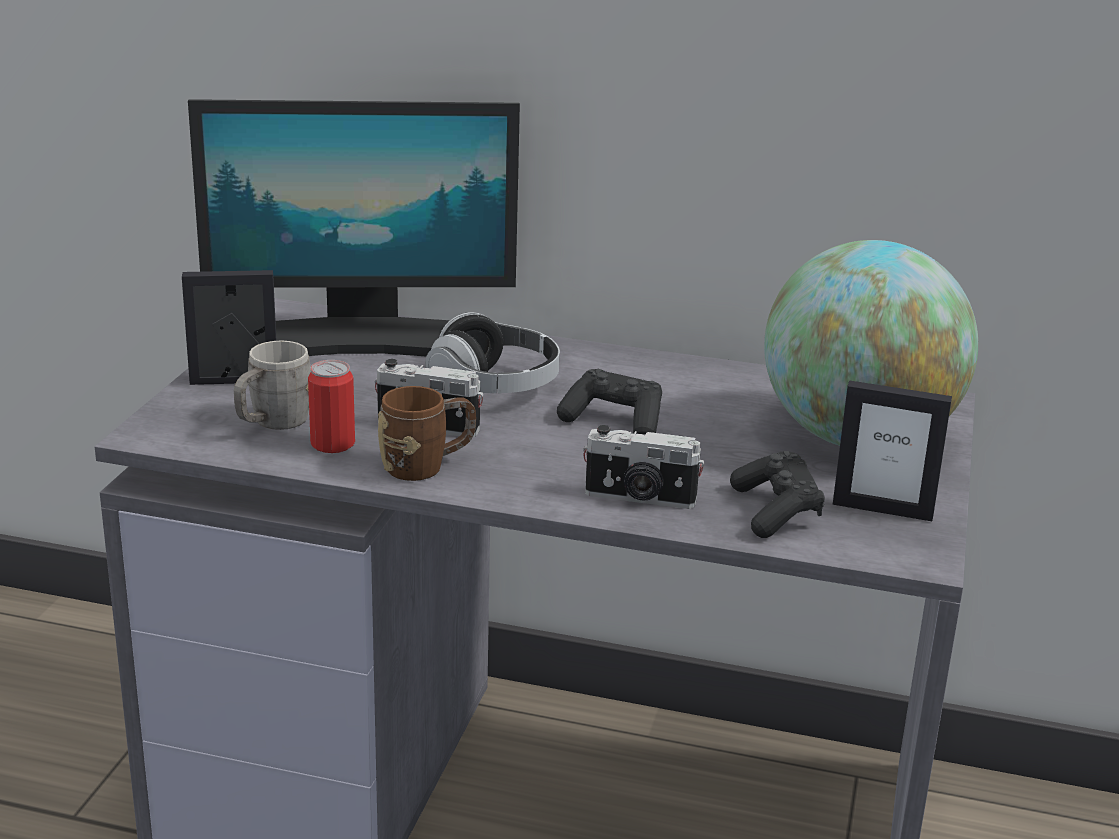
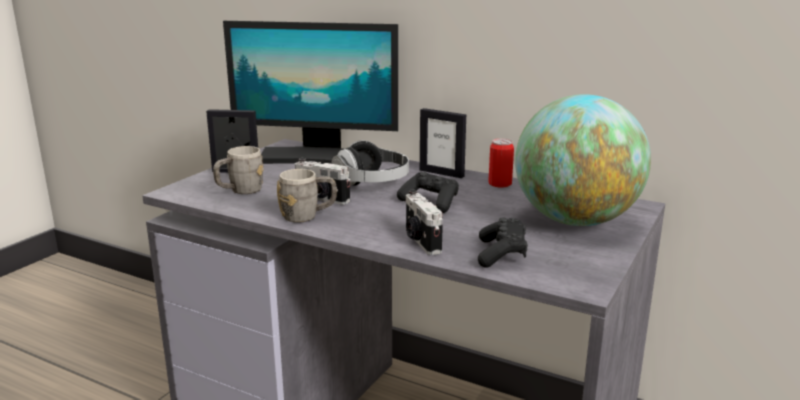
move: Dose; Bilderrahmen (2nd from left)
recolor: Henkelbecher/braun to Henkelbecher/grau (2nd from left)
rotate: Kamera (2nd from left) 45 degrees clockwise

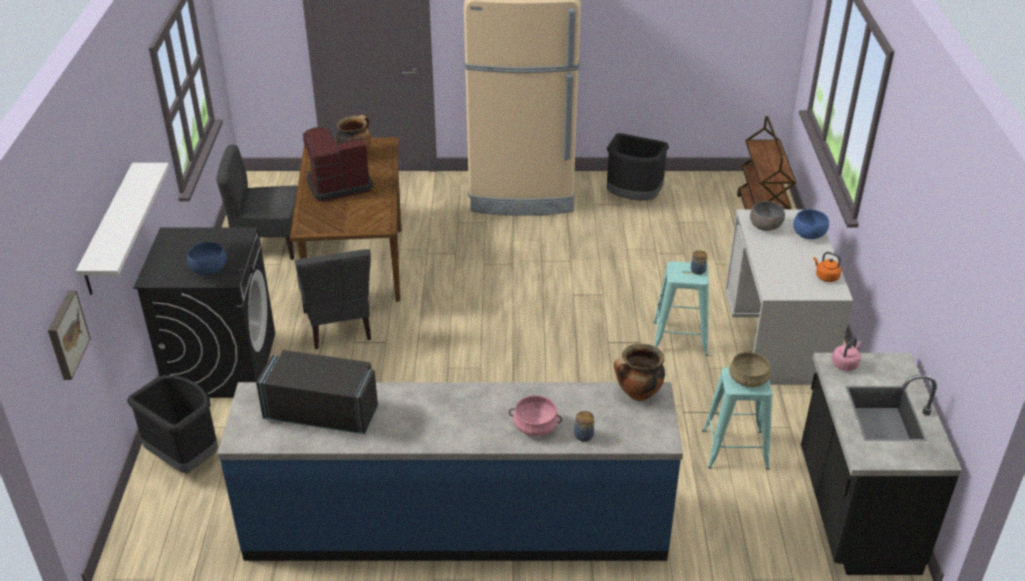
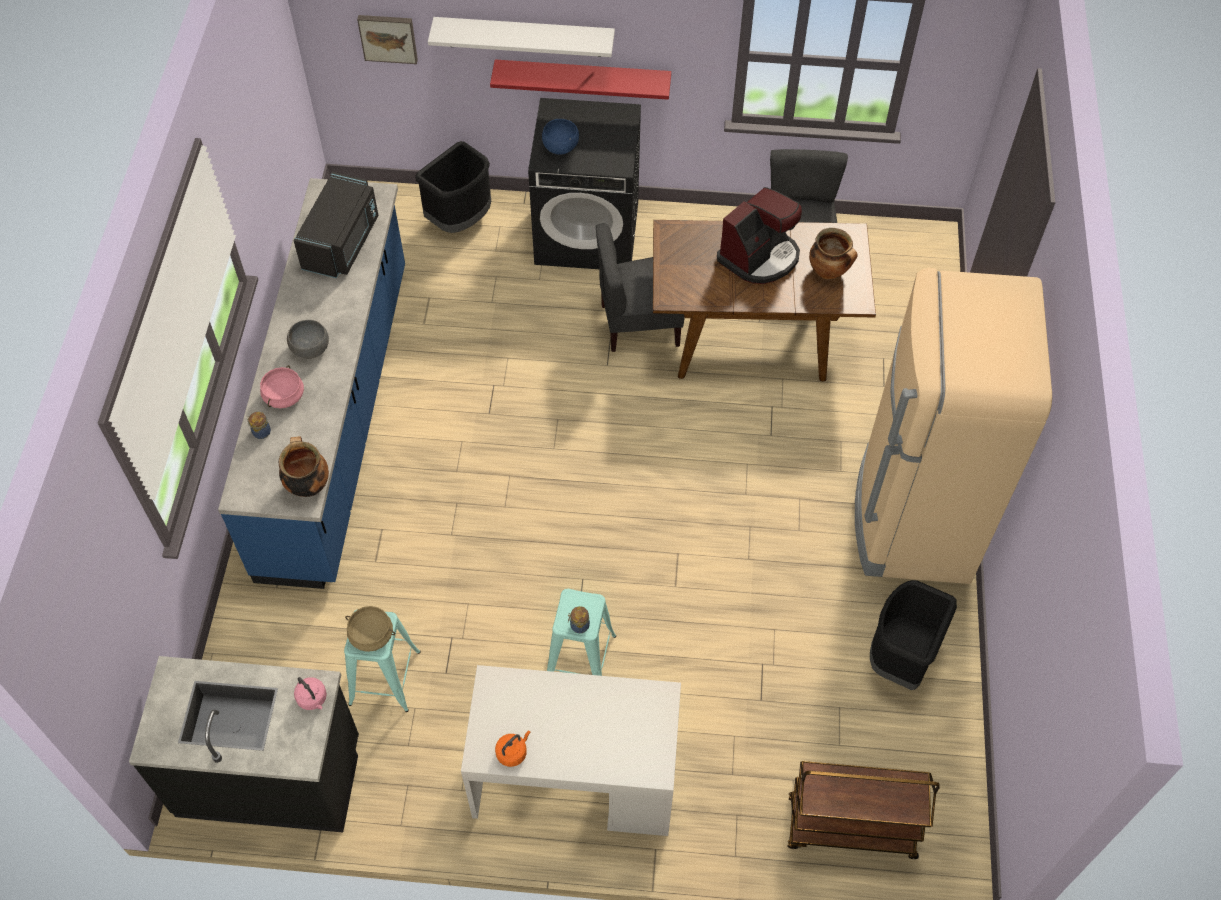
delete: Schüssel/blau (2nd from left)
insert: Wandregal/rot
move: Schüssel/grau
rotate: Kaffeemaschine 60 degrees clockwise

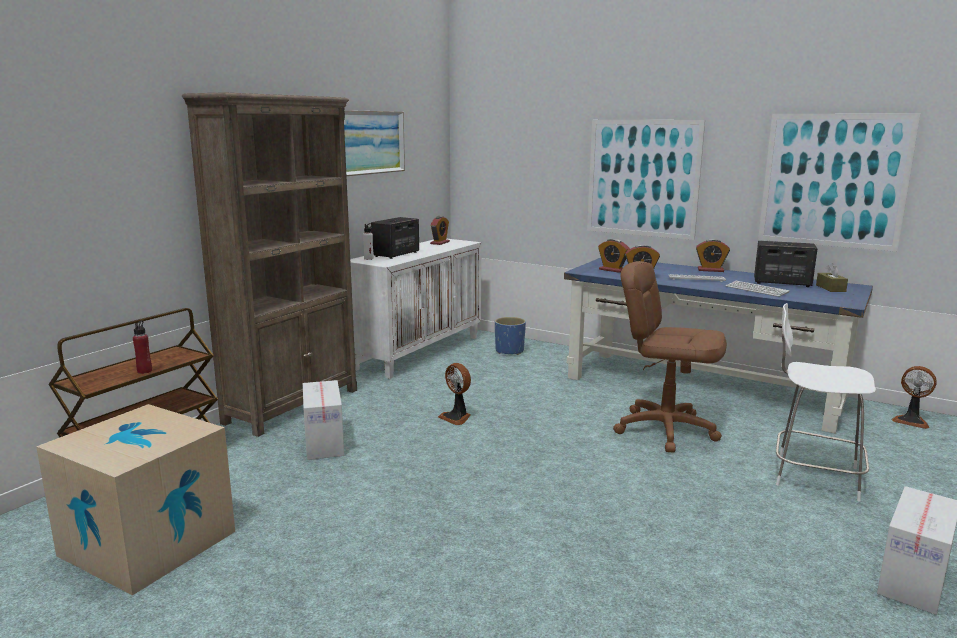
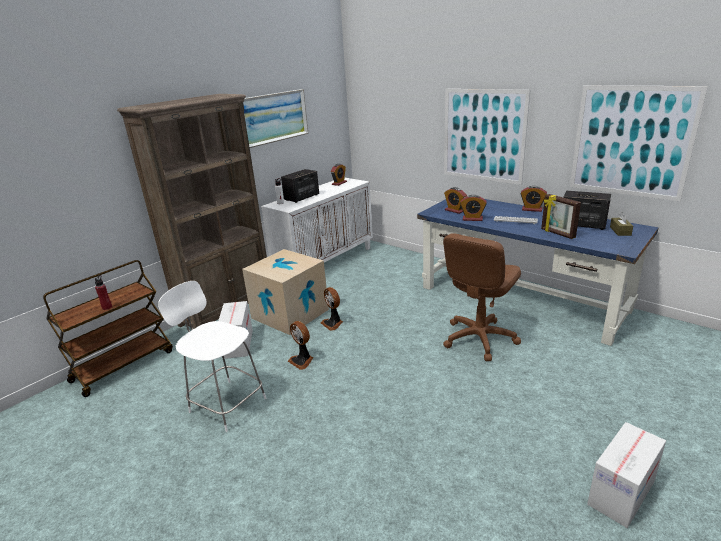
delete: Pflanzkübel/blau
move: Stuhl/weiß; Ventilator (2nd from left in the first image) to Ventilator (1st from left); Karton (1st from left in the first image) to Karton (2nd from left)
replace: Tastatur (2nd from left) to Bilderrahmen
rotate: Bürostuhl/braun 90 degrees counterclockwise

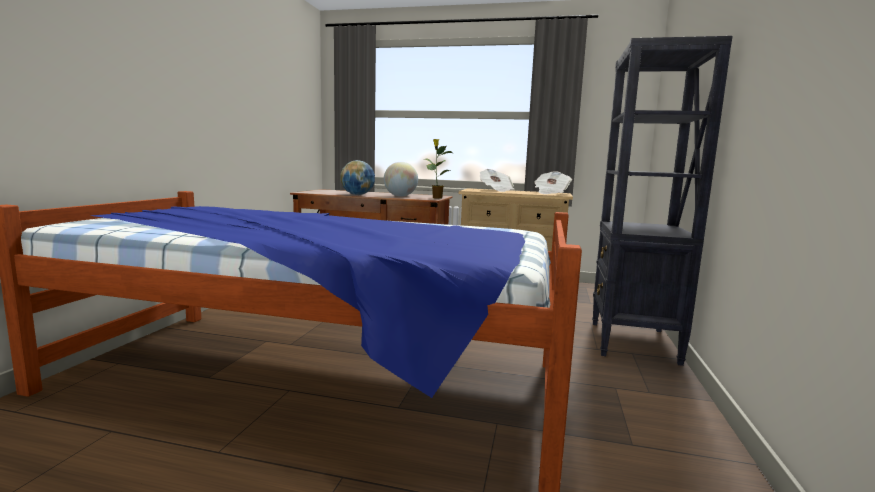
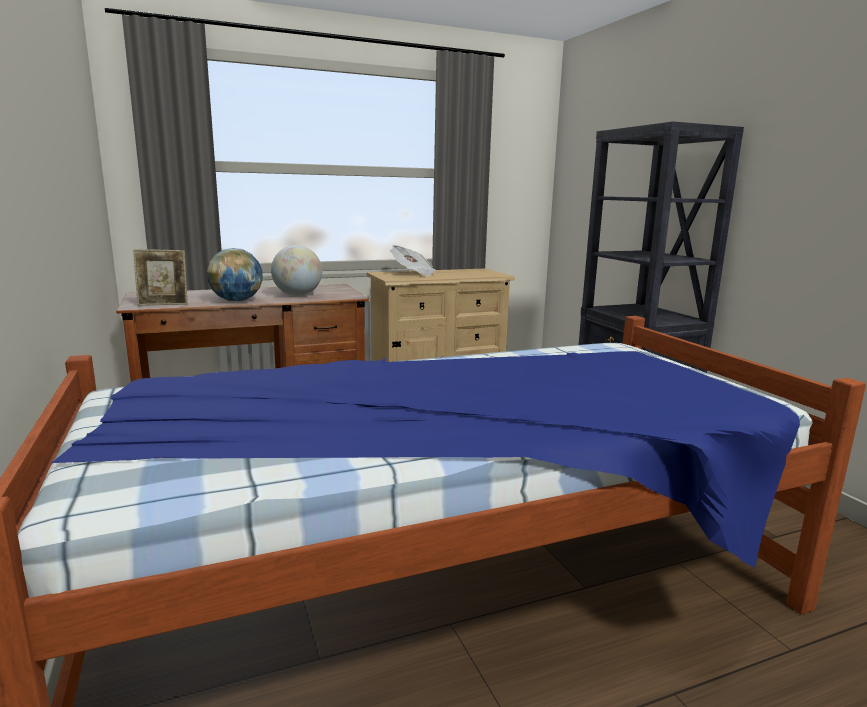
delete: Topfpflanze; Zeitung (2nd from left)
insert: Bilderrahmen

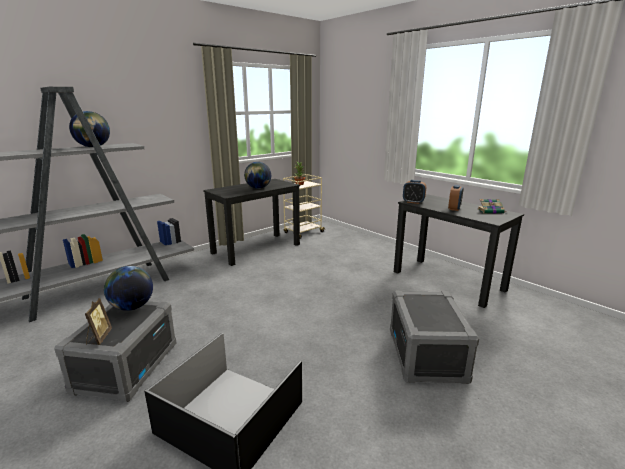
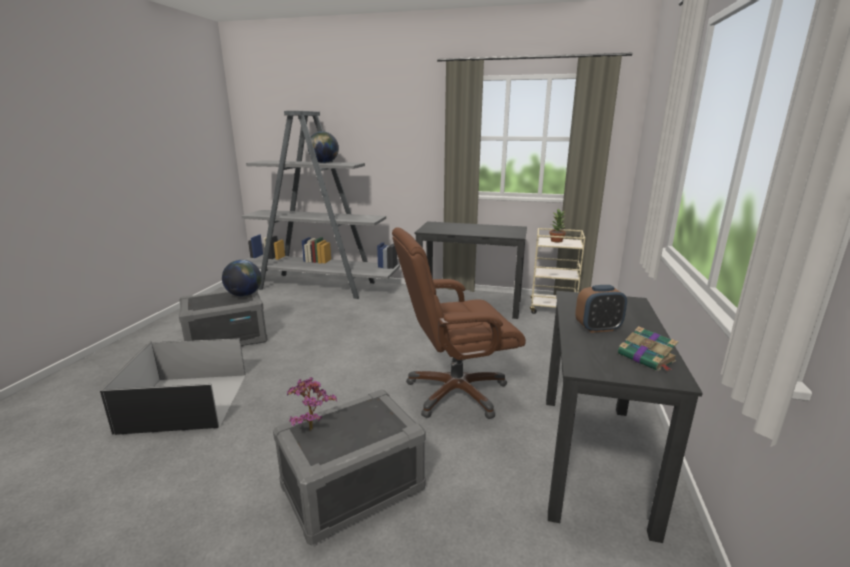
delete: Globus (3rd from left); Wecker (1st from left); Bilderrahmen
insert: Bürostuhl/braun; Topfpflanze (1st from left)

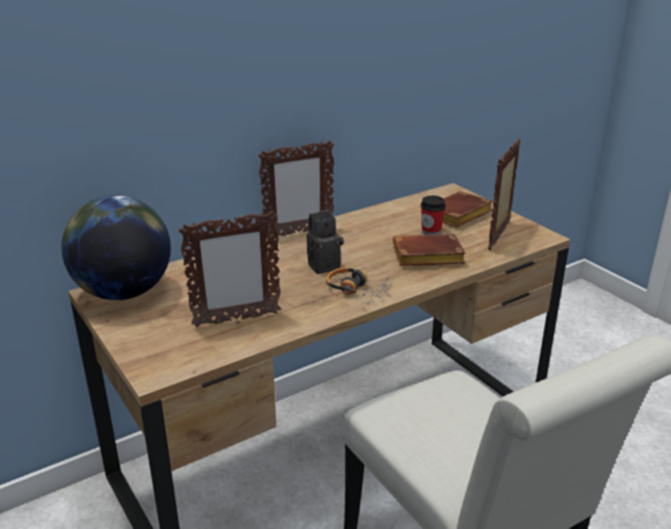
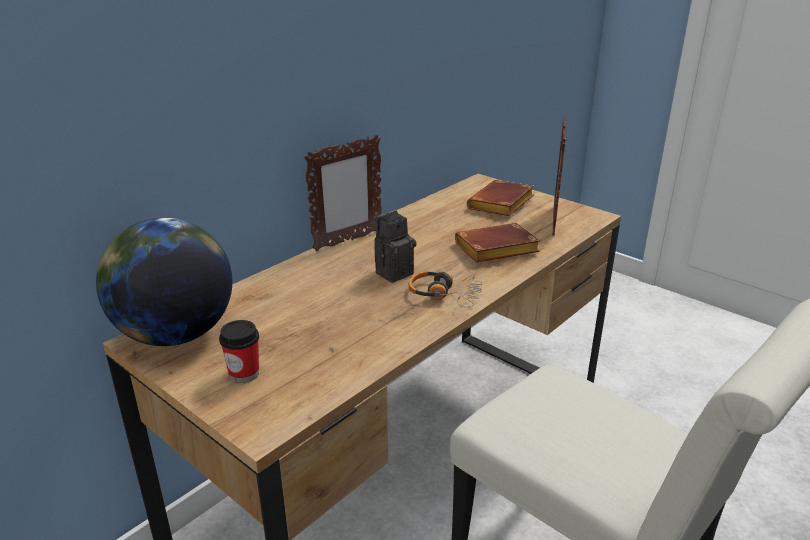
delete: Bilderrahmen (1st from left)
move: Tasse

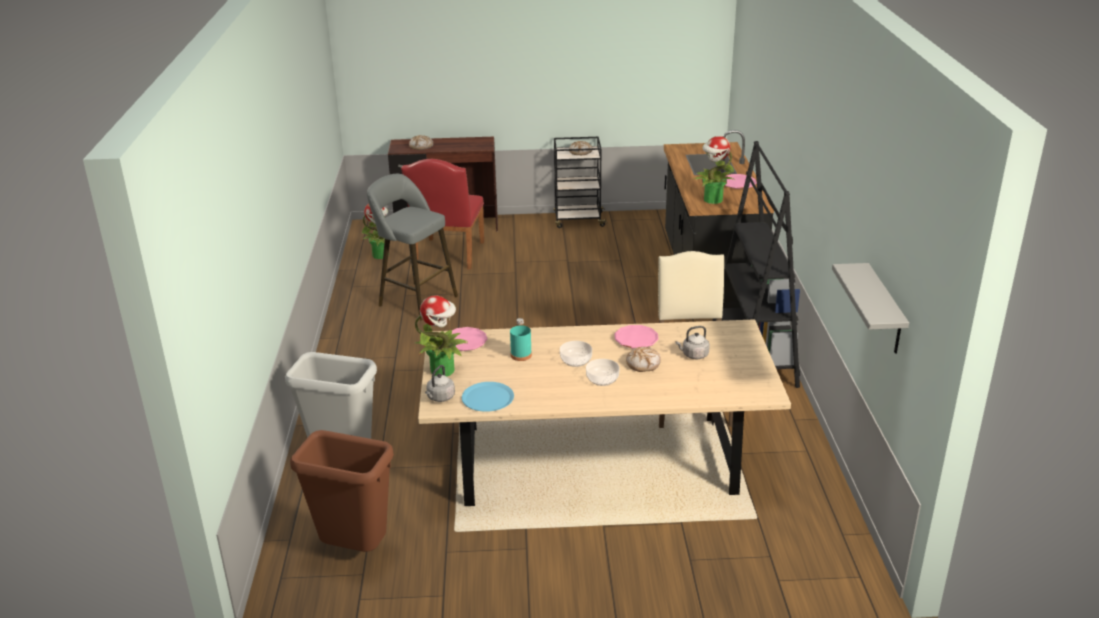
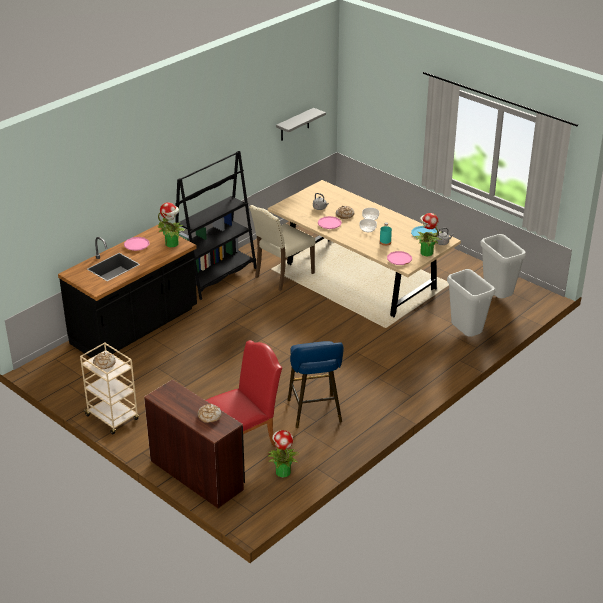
recolor: Rollwagen/schwarz to Rollwagen/beige; Hocker/grau to Hocker/blau; Mülleimer/braun to Mülleimer/grau (2nd from left)

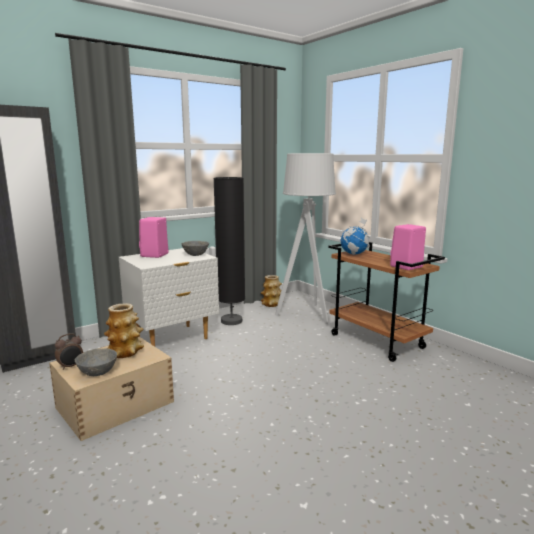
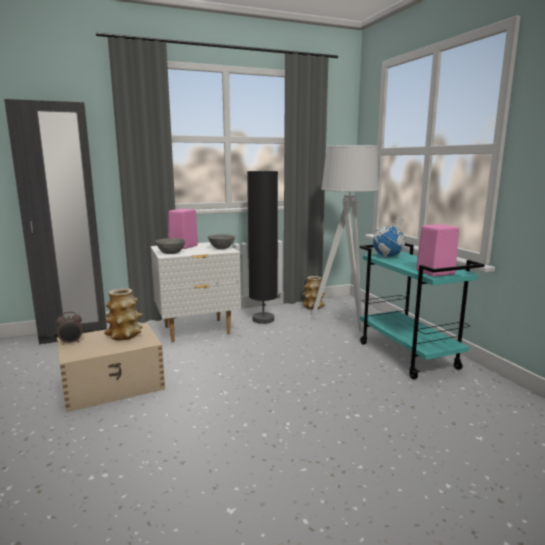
move: Schüssel/grau (1st from left)
recolor: Rollwagen/braun to Rollwagen/türkis

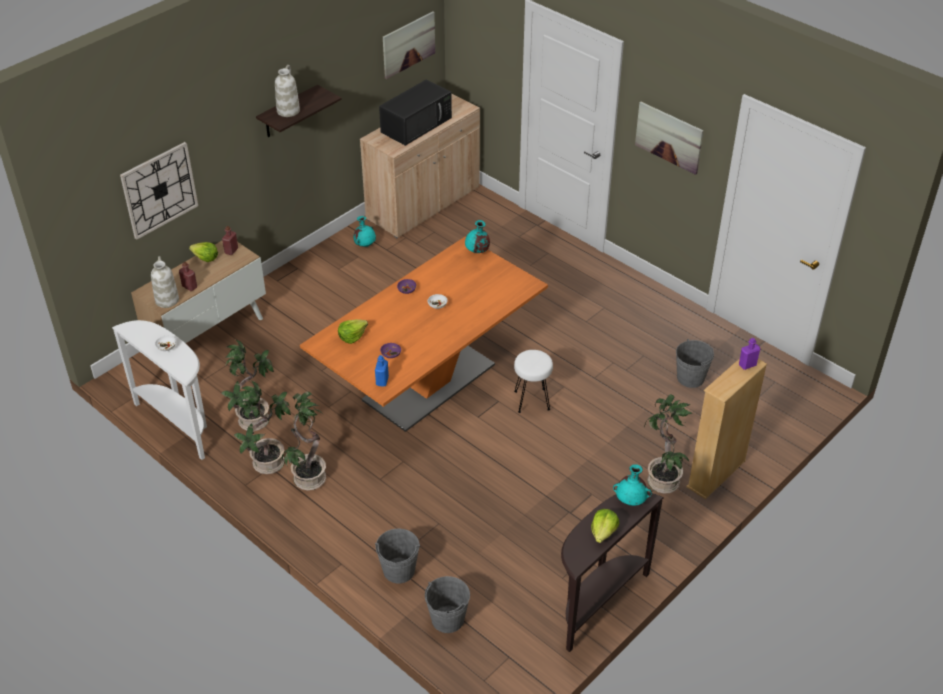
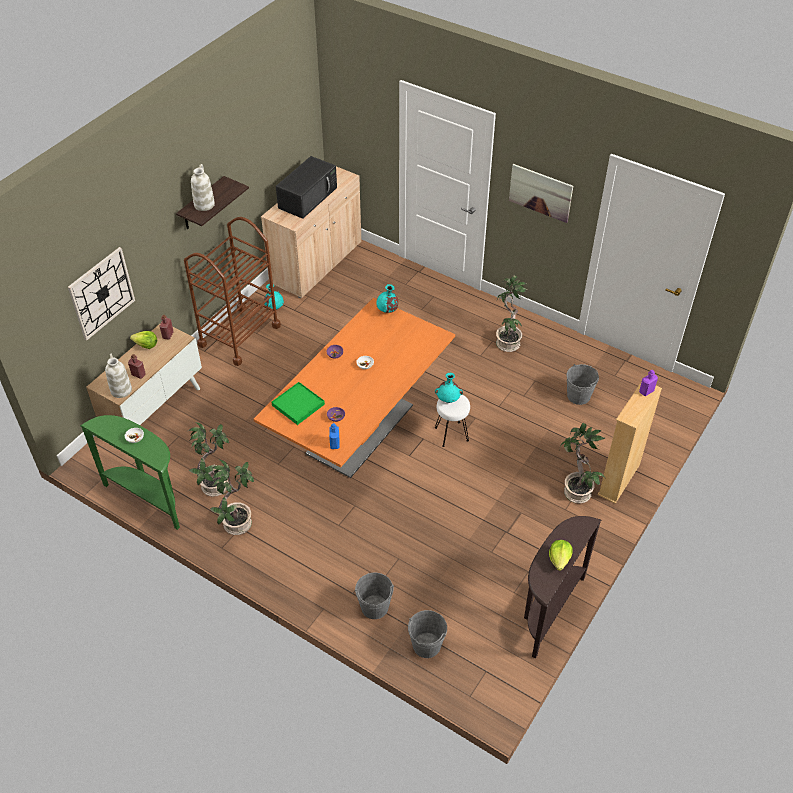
delete: Bild (1st from left)
insert: Rollwagen/braun
move: Topfpflanze (3rd from left); Vase/türkis (3rd from left)
replace: Salatkopf (2nd from left) to Tablett/grün
recolor: Konsolentisch/weiß to Konsolentisch/grün

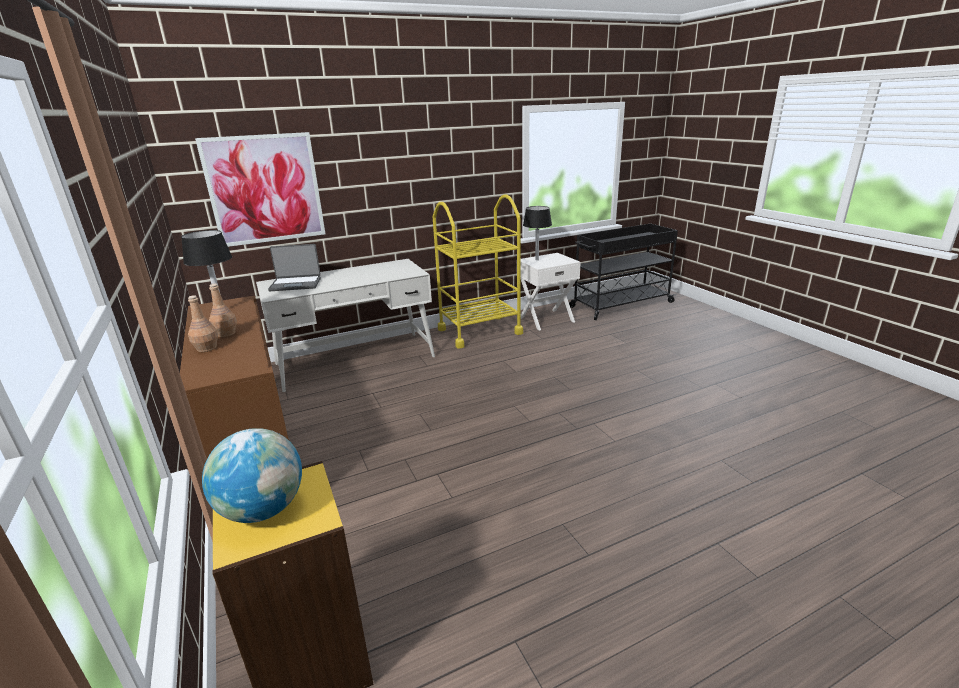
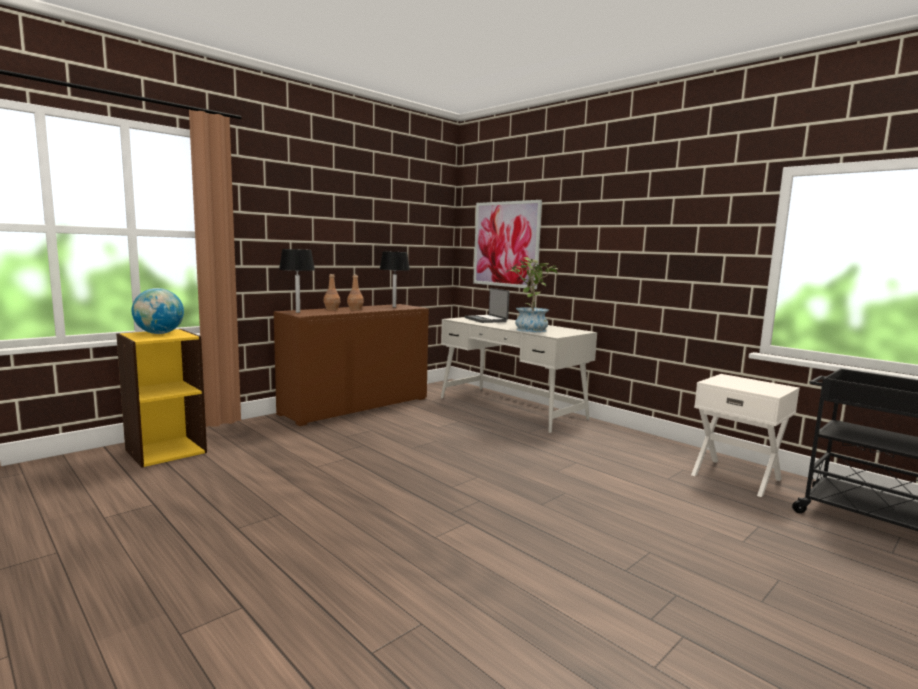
delete: Rollwagen/gelb
insert: Topfpflanze
move: Tischlampe/schwarz (2nd from left in the first image) to Tischlampe/schwarz (1st from left)

